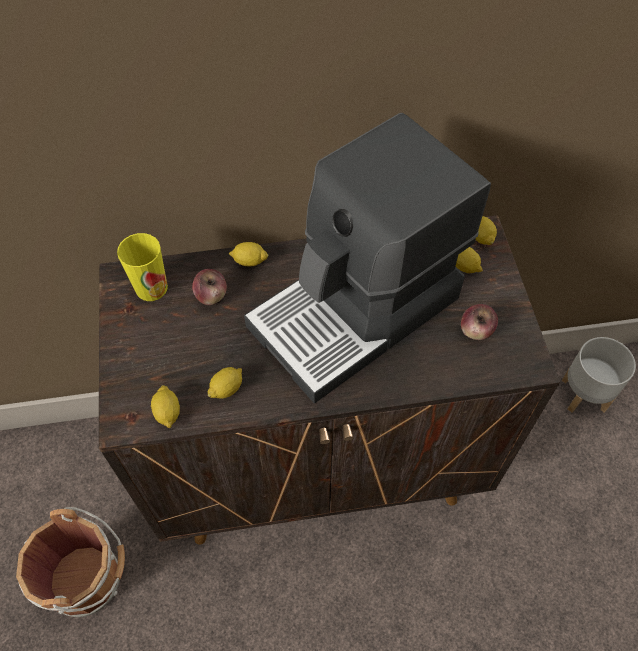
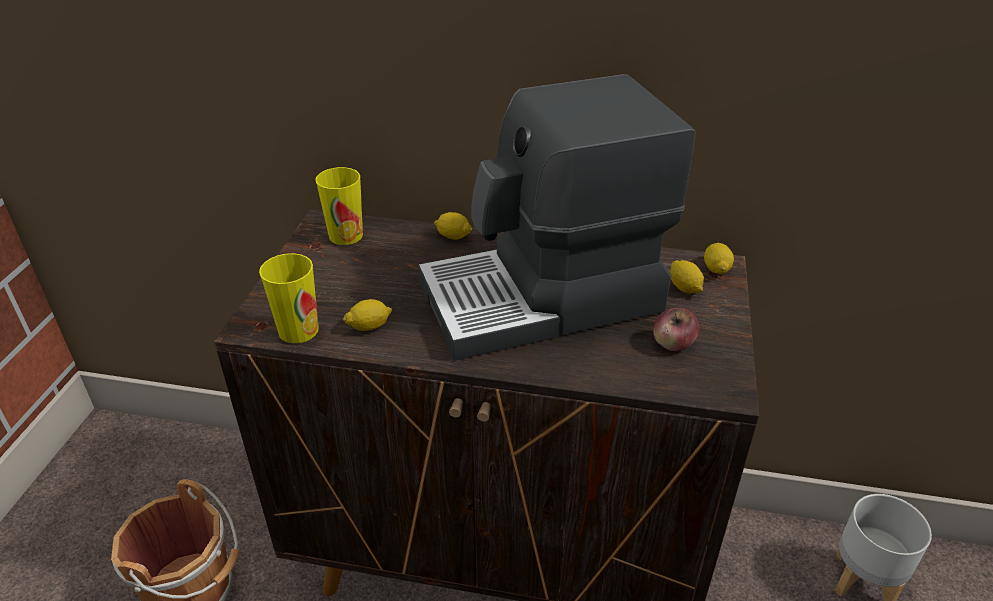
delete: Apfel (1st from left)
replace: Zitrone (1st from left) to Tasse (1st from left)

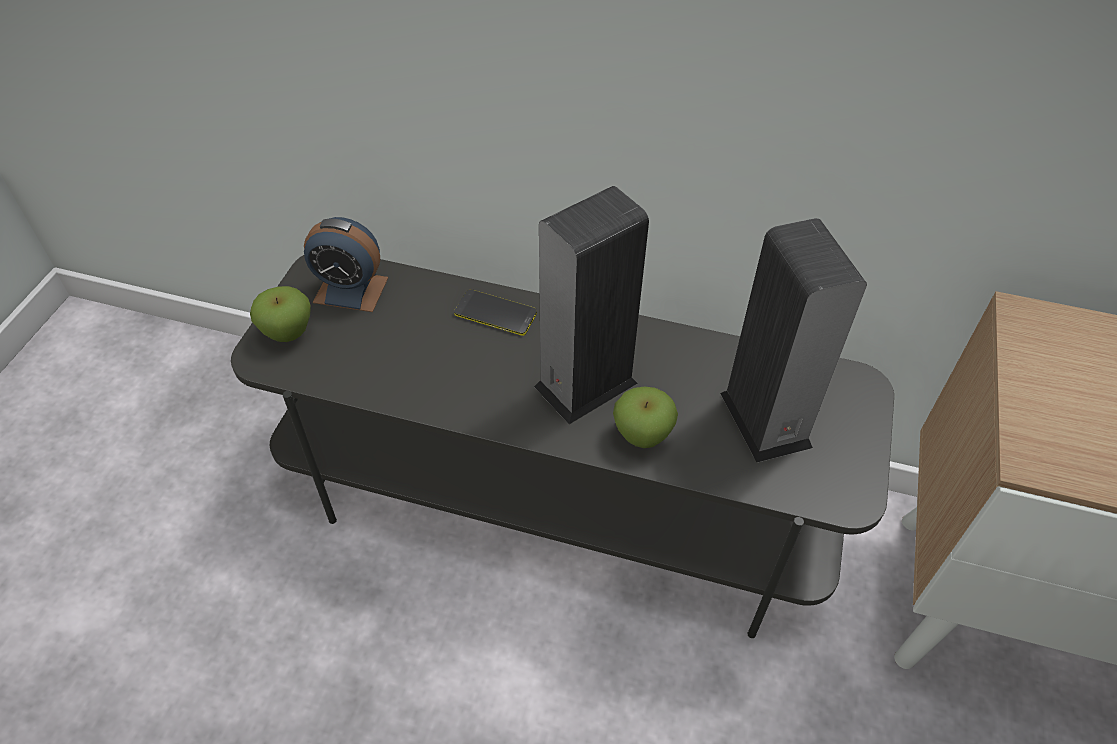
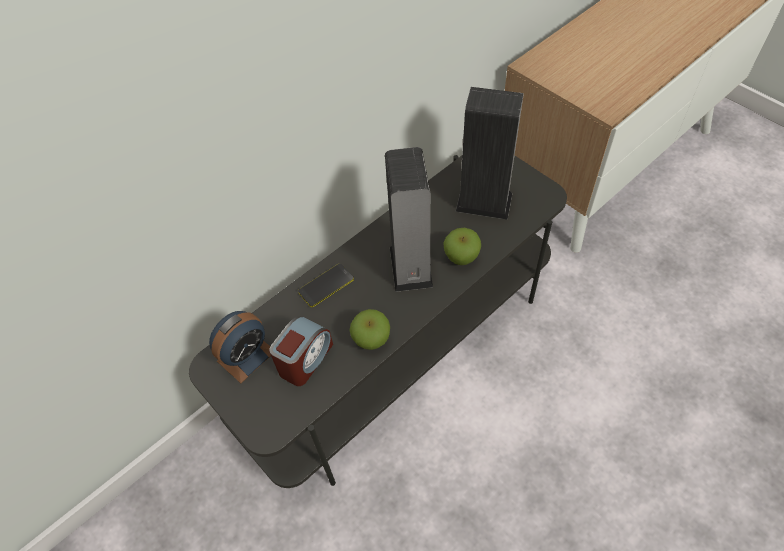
insert: Wecker (2nd from left)
move: Apfel (1st from left)

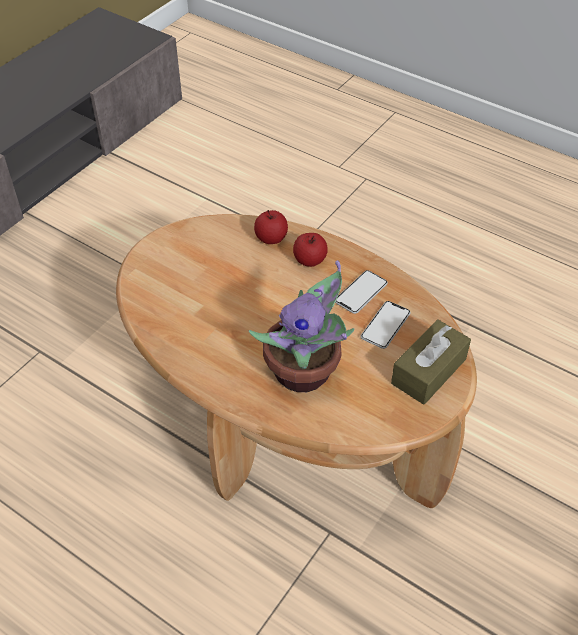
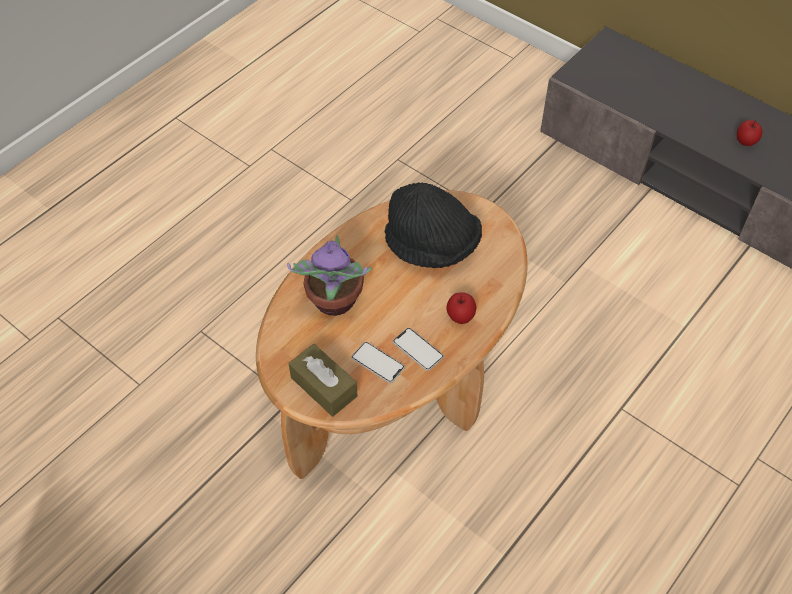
insert: Hut/schwarz
move: Apfel (1st from left in the first image) to Apfel (2nd from left)

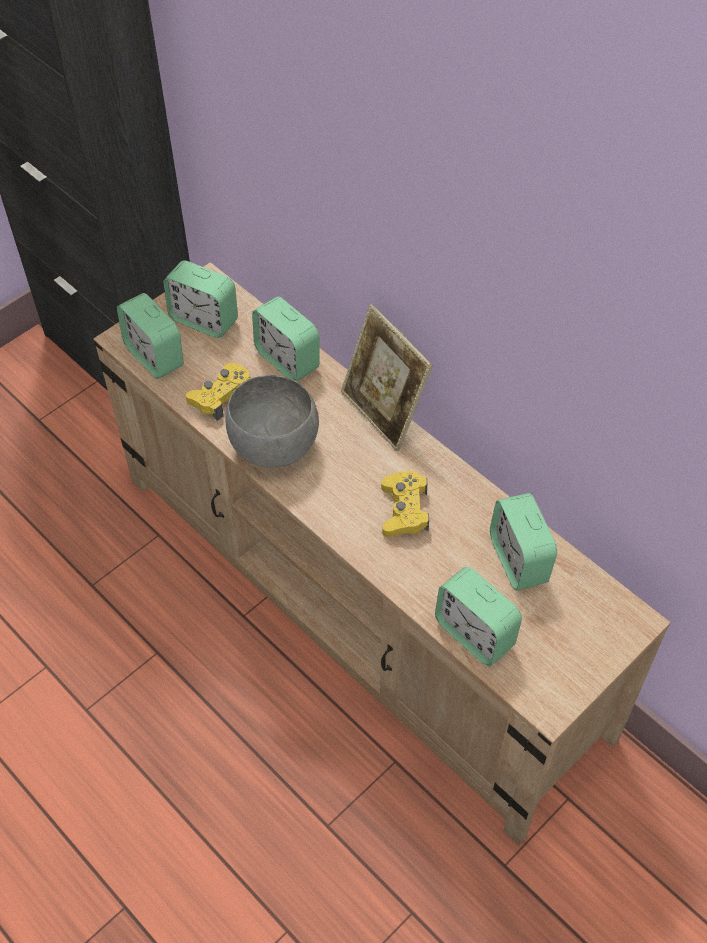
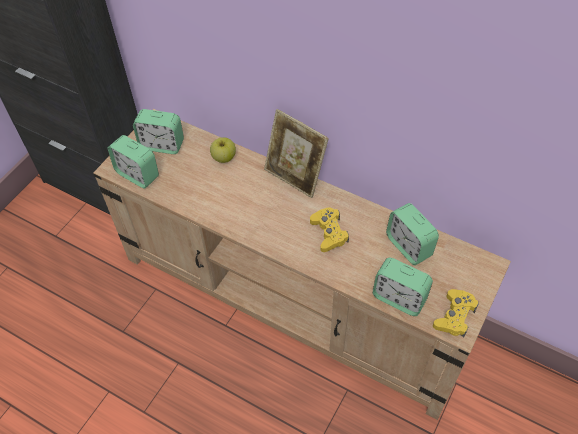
delete: Schüssel/grau
move: Gamepad/gelb (1st from left in the first image) to Gamepad/gelb (2nd from left)
replace: Wecker (3rd from left) to Apfel

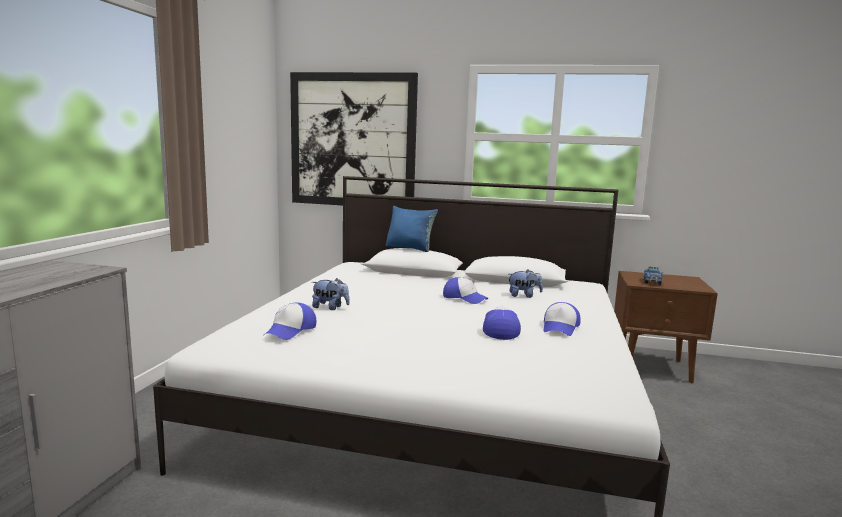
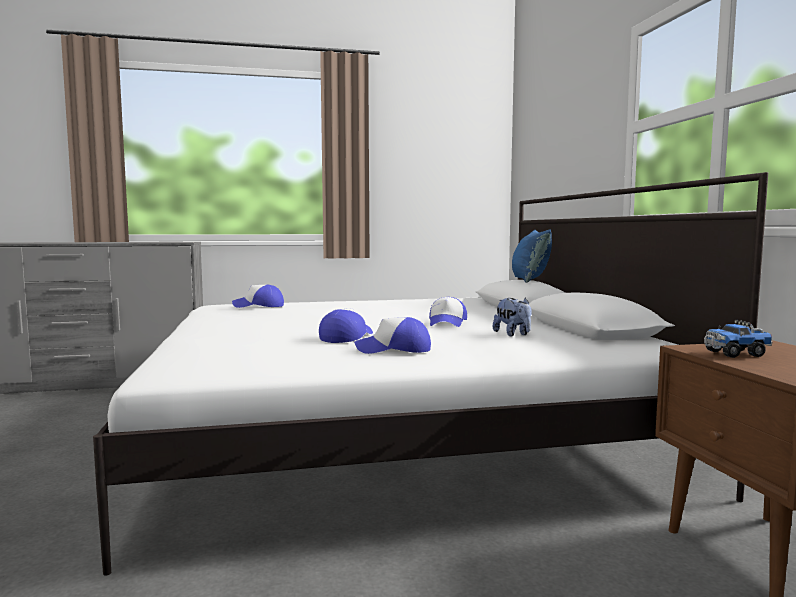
delete: Bild; Plüschtier (1st from left)
rotate: Kappe (3rd from left in the first image) 45 degrees counterclockwise

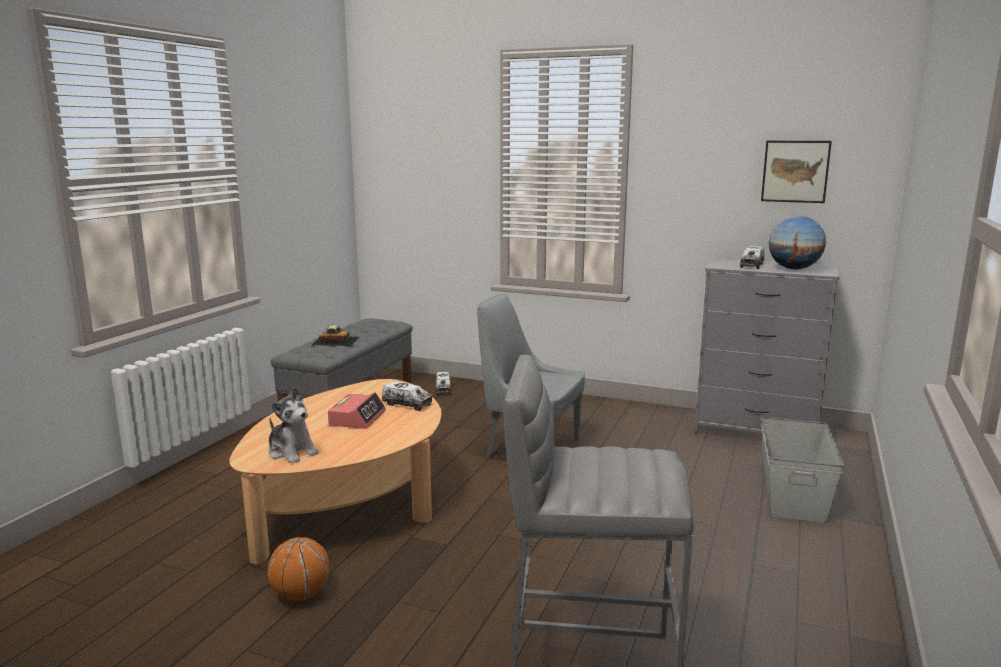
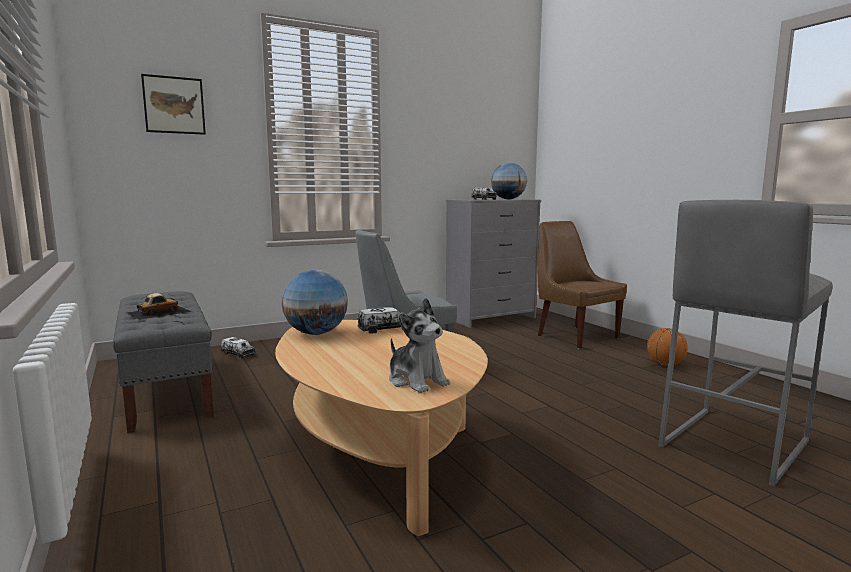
delete: Wecker
insert: Globus (1st from left)
move: Bild; Basketball
replace: Aufbewahrungsbox/grau to Stuhl/braun
rotate: Plüschtier 60 degrees clockwise

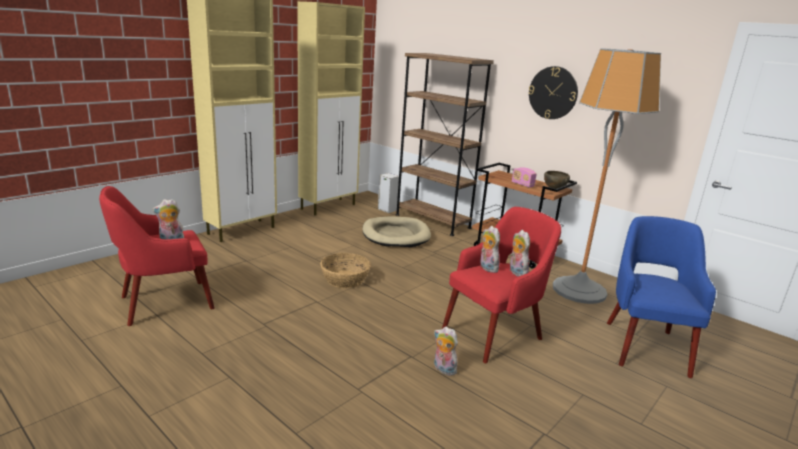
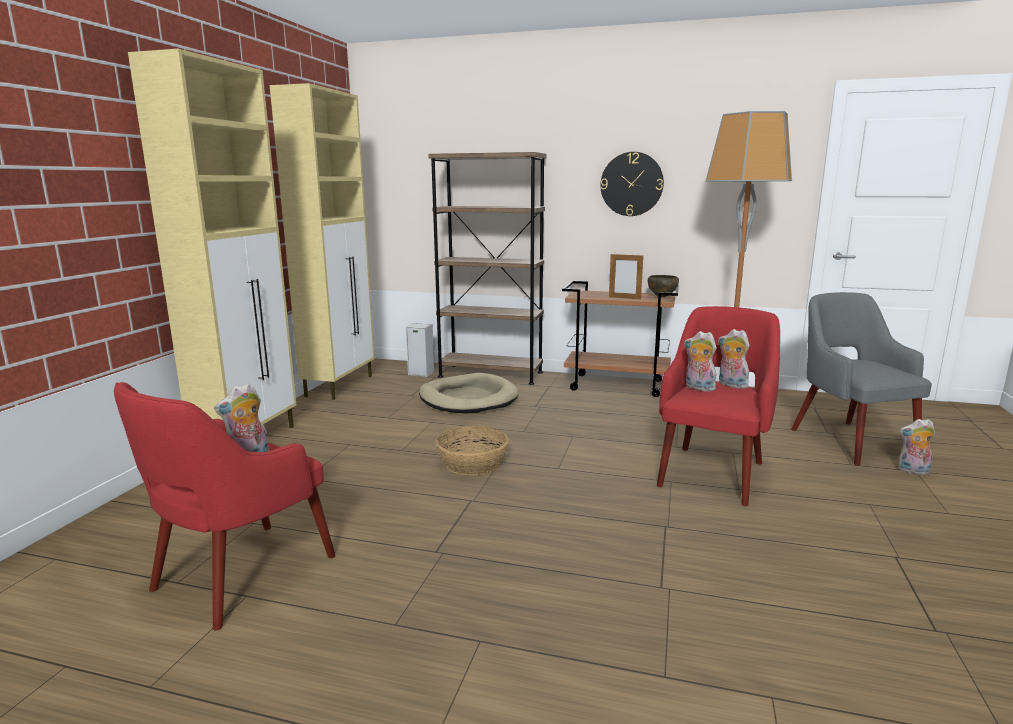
move: Plüschtier (2nd from left in the first image) to Plüschtier (4th from left)
replace: Radio to Bilderrahmen
recolor: Sessel/blau to Sessel/grau

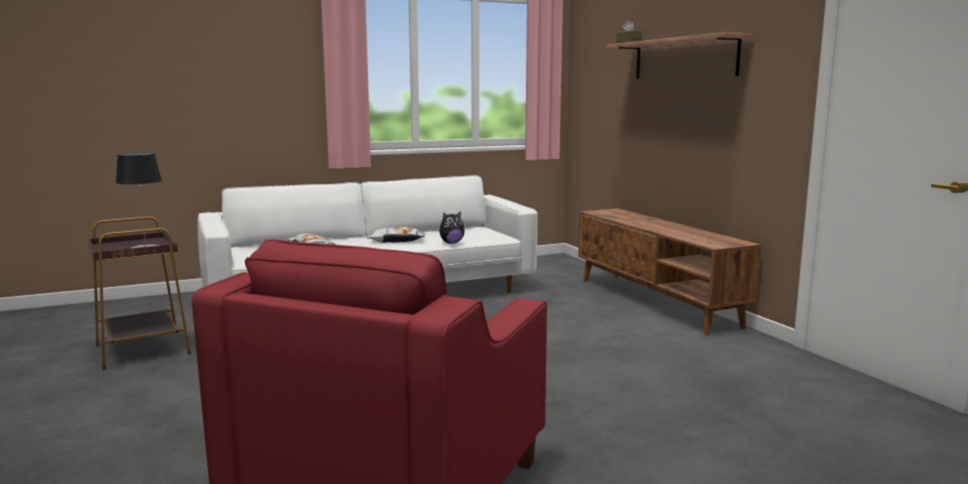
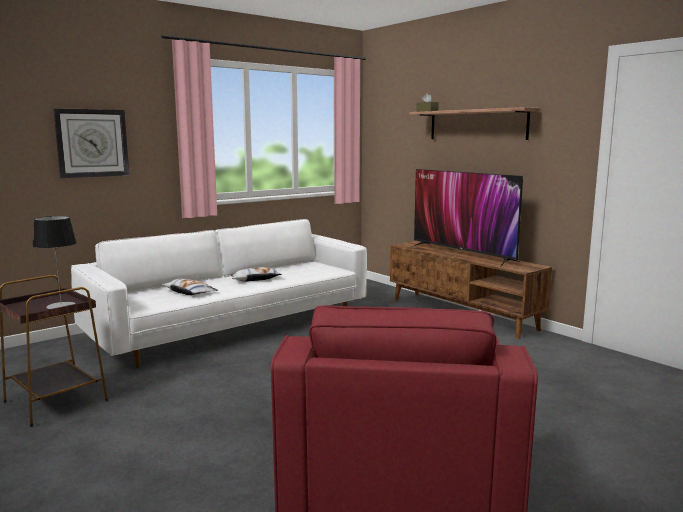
delete: Plüschtier
insert: Wanduhr; Fernseher

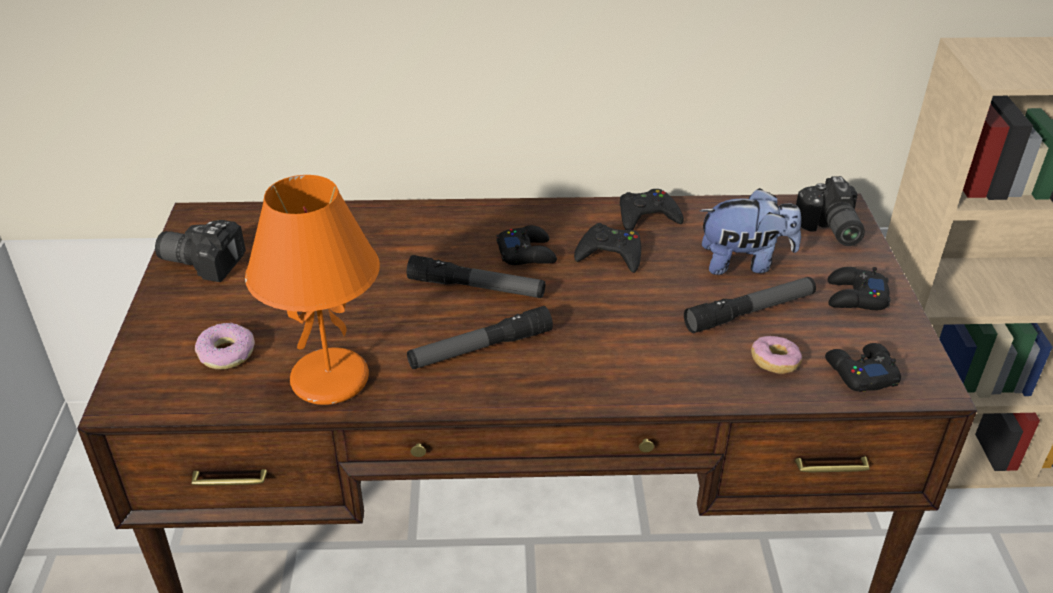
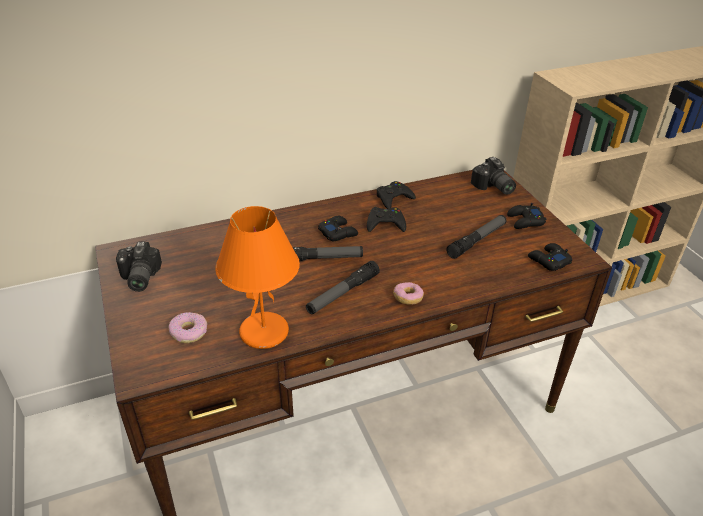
delete: Plüschtier
move: Donut (2nd from left)
rotate: Kamera (1st from left) 90 degrees counterclockwise

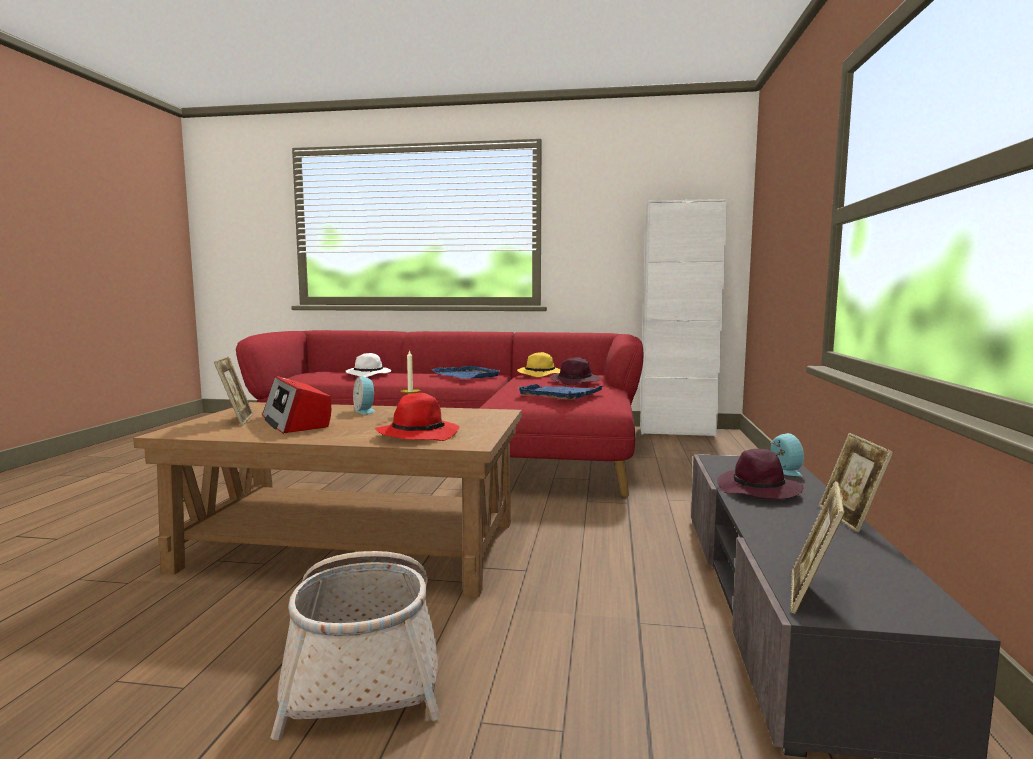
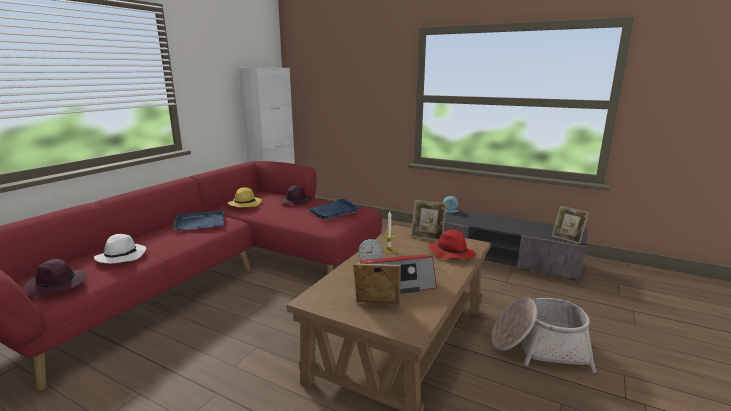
move: Bilderrahmen (3rd from left in the first image) to Bilderrahmen (2nd from left); Hut/lila (2nd from left in the first image) to Hut/lila (1st from left)

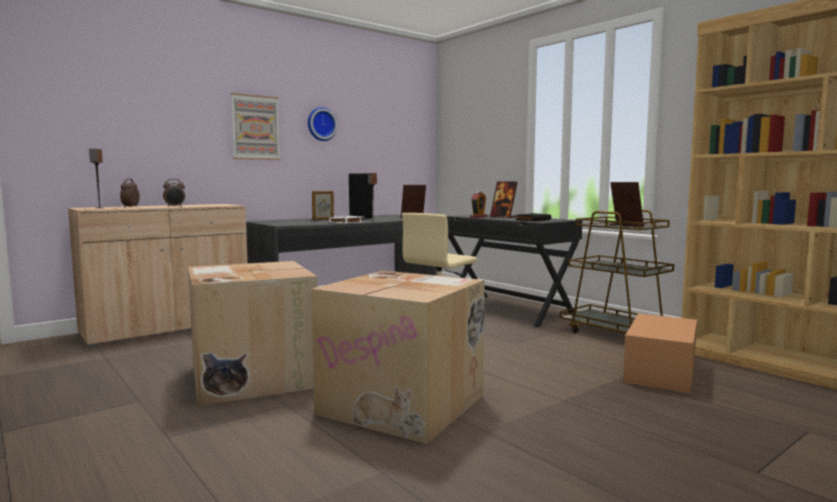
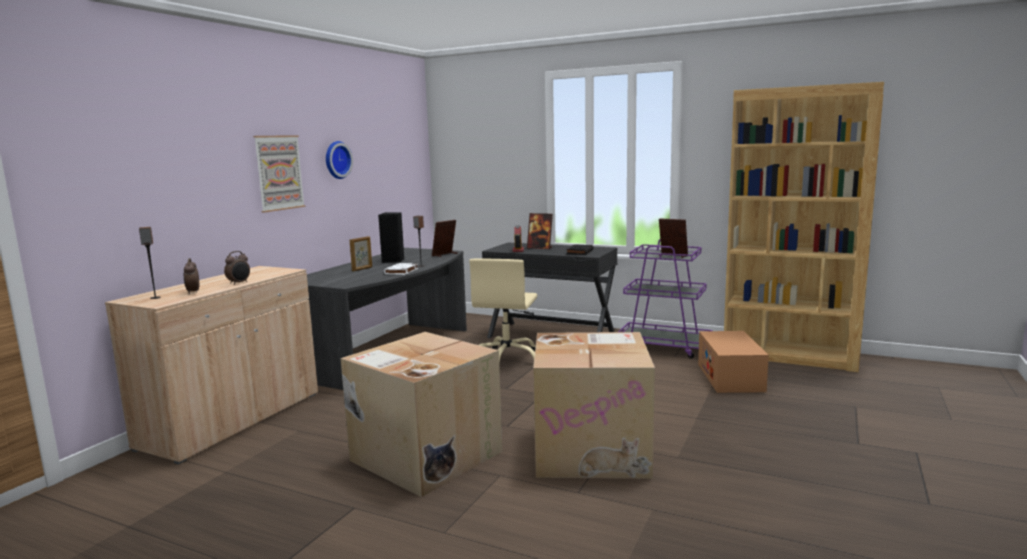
recolor: Rollwagen/braun to Rollwagen/lila

